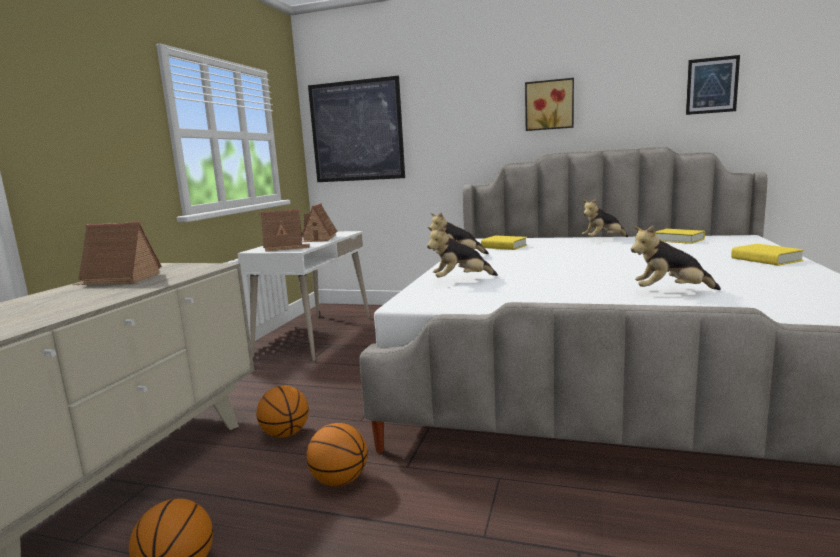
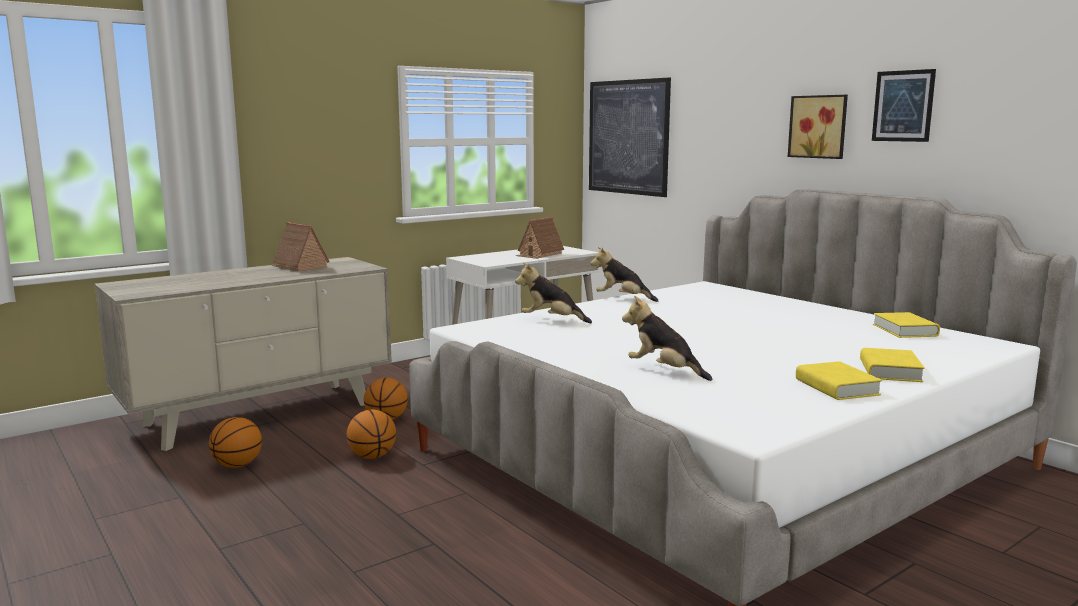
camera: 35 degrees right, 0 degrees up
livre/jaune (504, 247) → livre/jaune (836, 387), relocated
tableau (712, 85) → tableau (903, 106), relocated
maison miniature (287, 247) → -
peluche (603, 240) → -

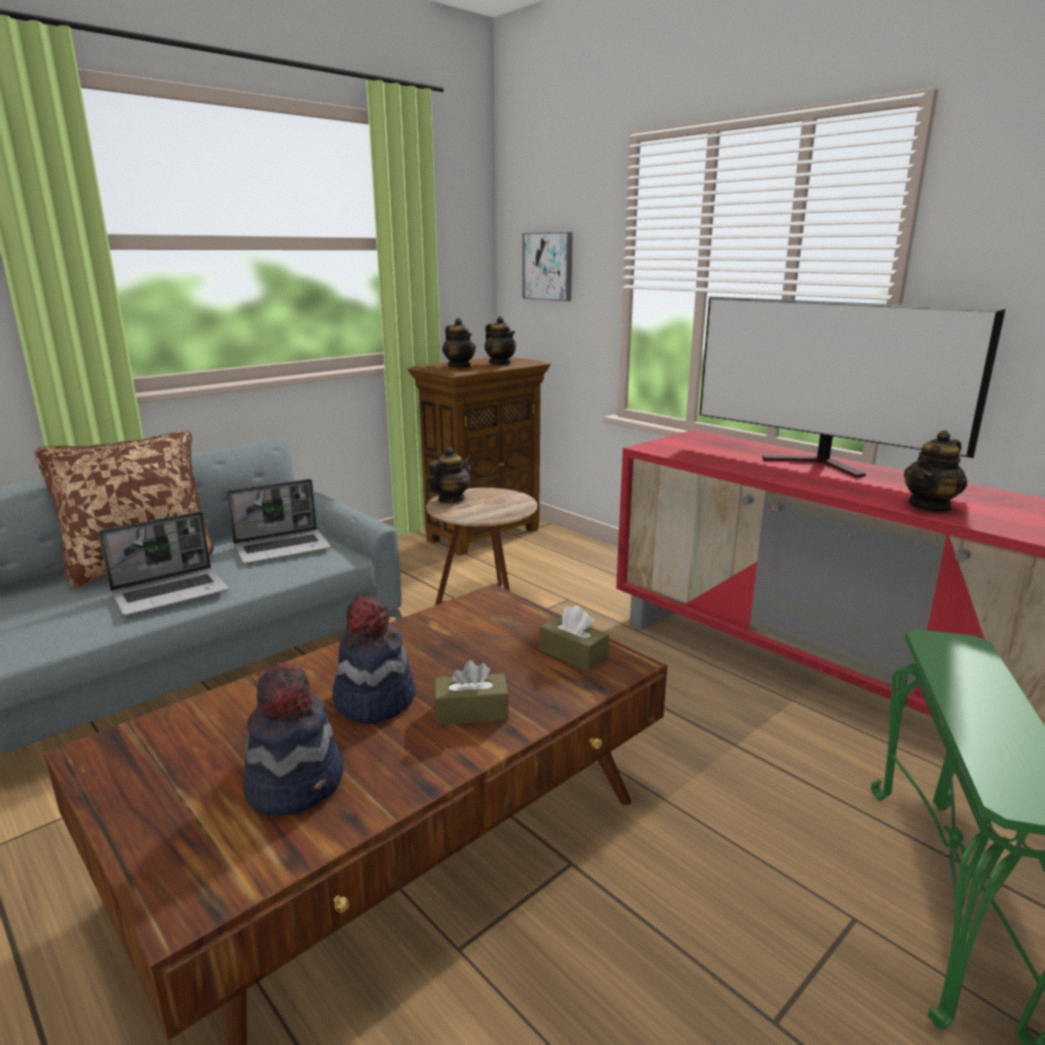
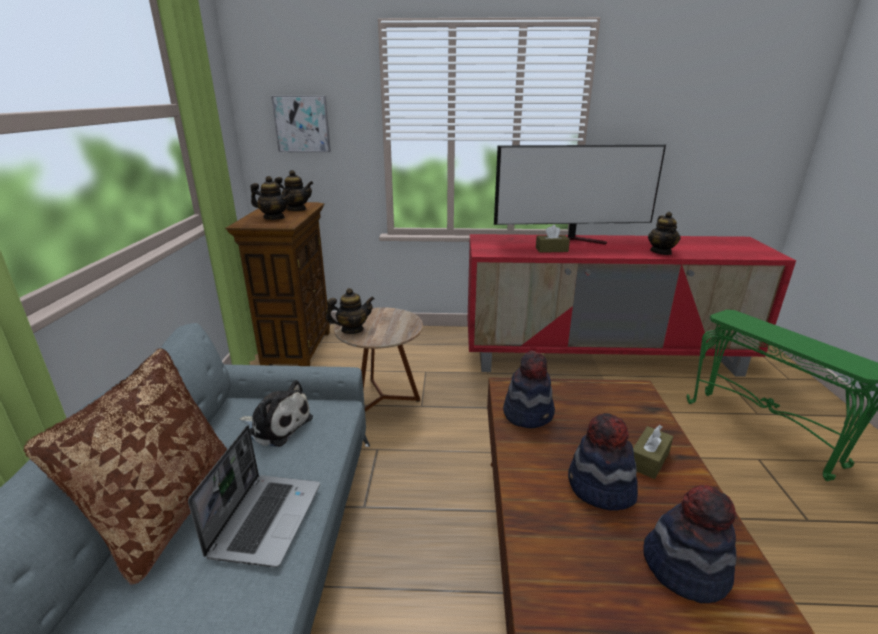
camera: 45 degrees left, 5 degrees up
ordinateur portable (283, 548) → peluche (277, 425)
théière (450, 500) → théière (352, 330), 75 degrees clockwise
- → chapeau (528, 413)
boîte à mouchoirs/marron (573, 654) → boîte à mouchoirs/marron (551, 250), relocated

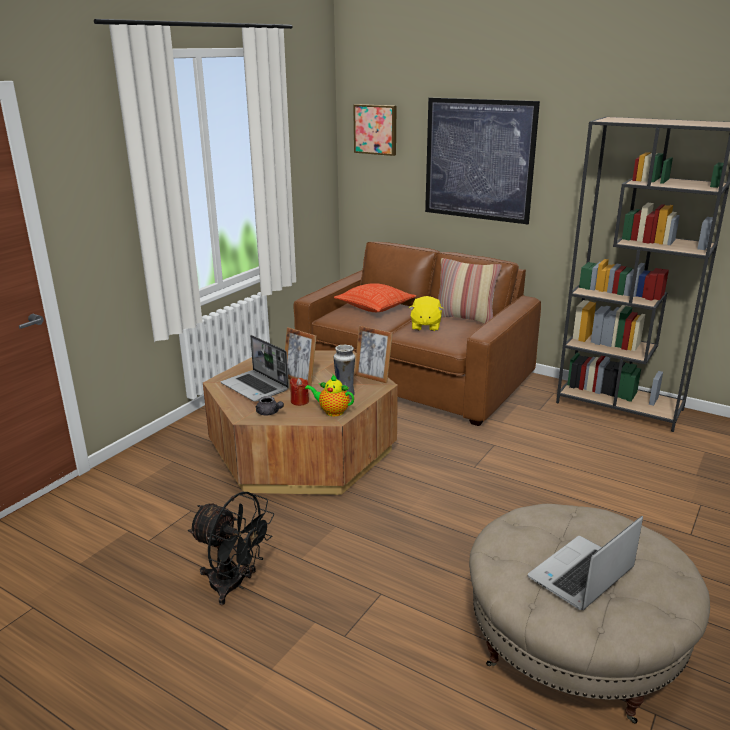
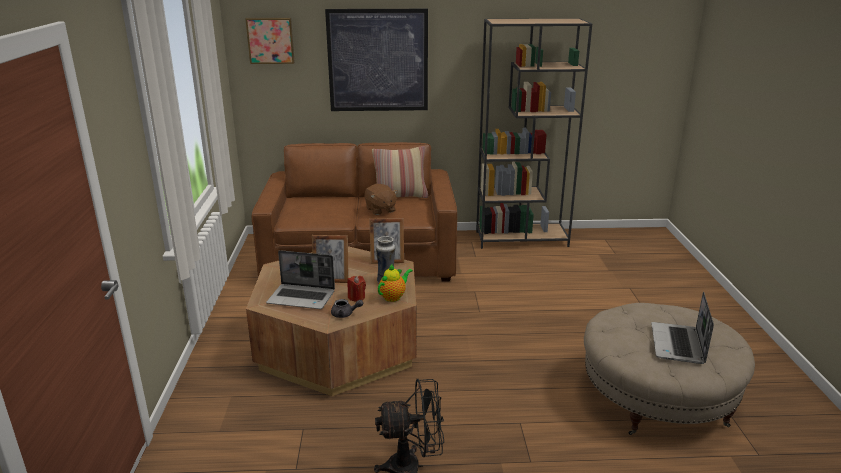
camera: 35 degrees left, 0 degrees up
peluche/jaune (425, 326) → peluche/marron (380, 210)
théière (332, 411) → théière (393, 297), 150 degrees clockwise
coussin/orange (375, 307) → -

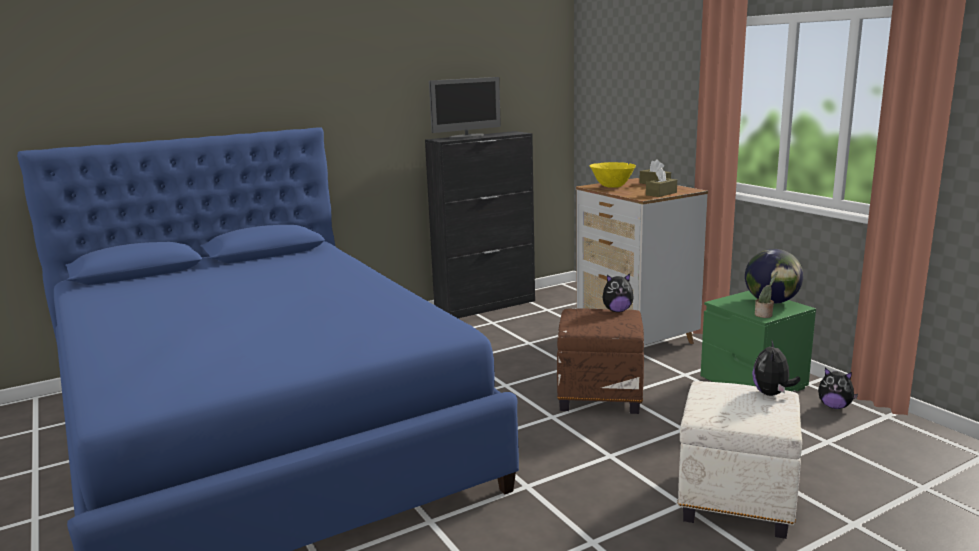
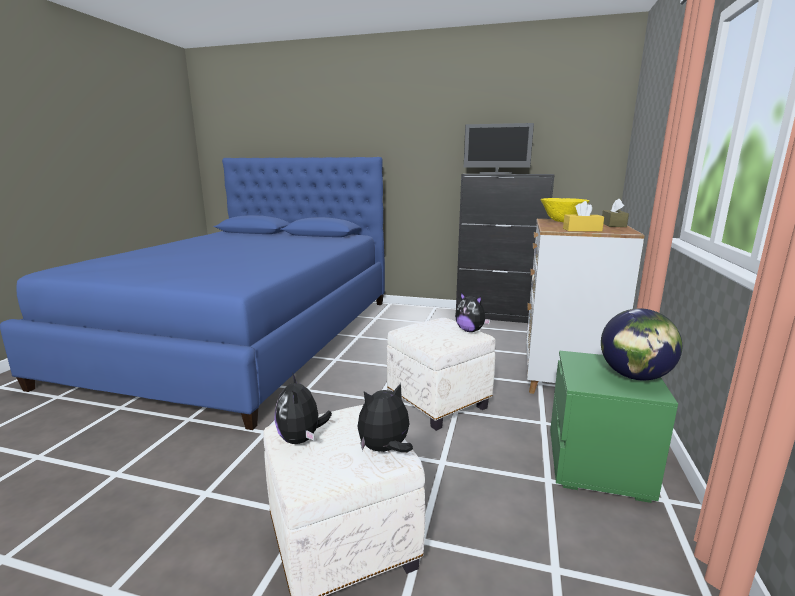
camera: 45 degrees right, 0 degrees up
peluche (834, 406) → peluche (302, 439), relocated
pouf/marron (601, 395) → pouf/blanc (439, 403)
boîte à mouchoirs/marron (661, 194) → boîte à mouchoirs/jaune (582, 230)
plante en pot (764, 315) → -

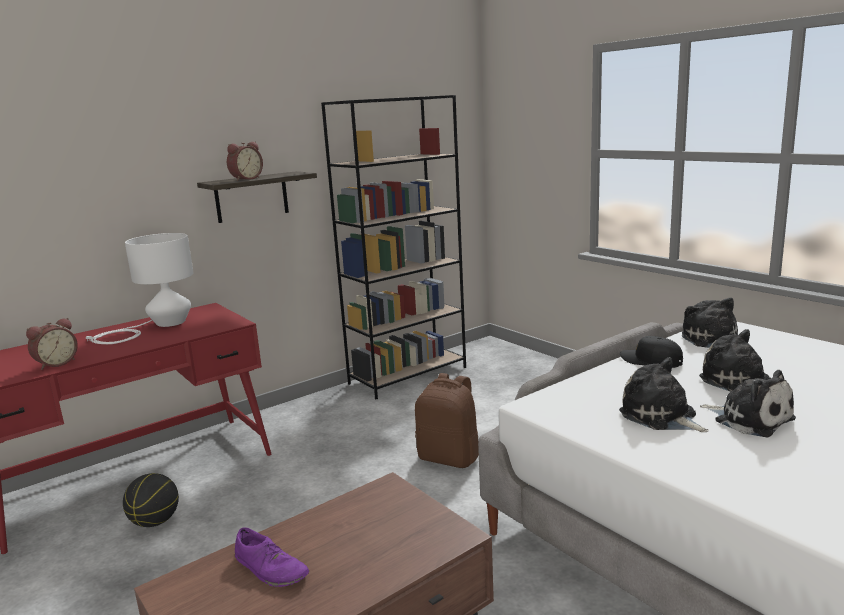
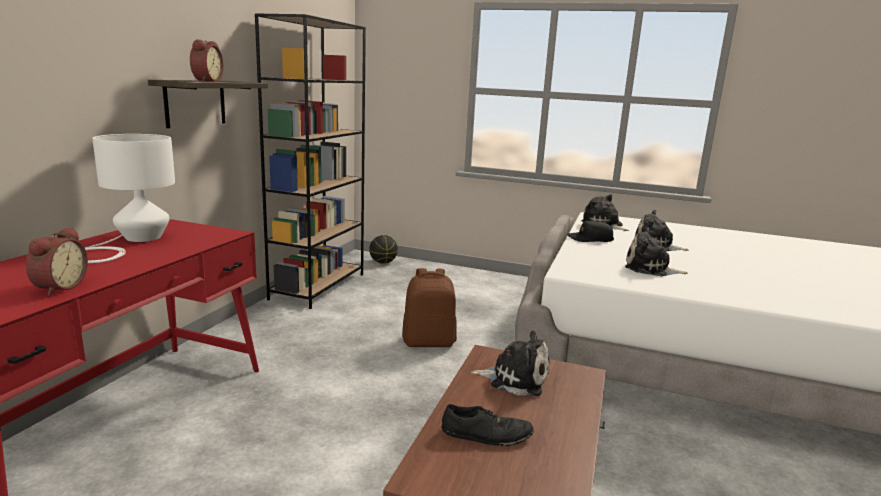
camera: 35 degrees left, 0 degrees up
ballon de basket (155, 522) → ballon de basket (383, 262), relocated
chaussure/violet (271, 568) → chaussure/noir (486, 434)
peluche (750, 419) → peluche (515, 378), relocated

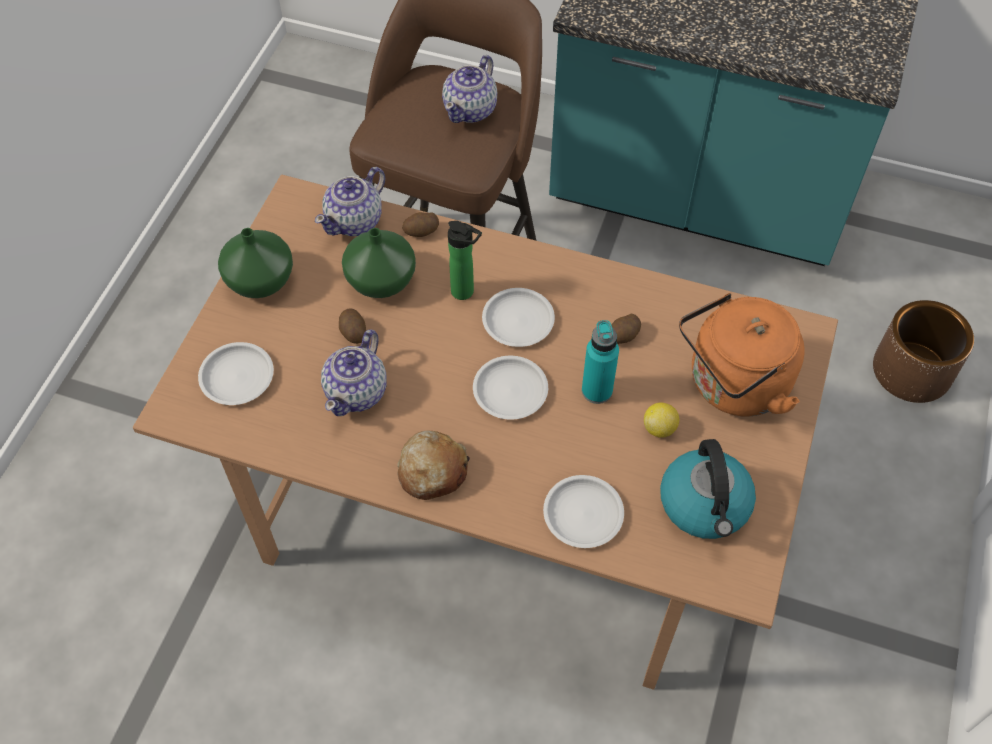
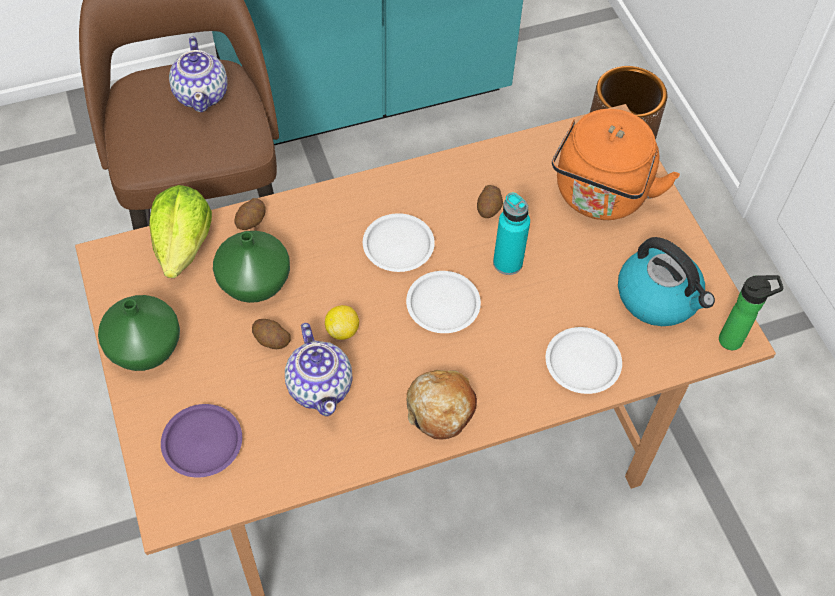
camera: 40 degrees left, 0 degrees up
théière (355, 221) → laitue (184, 246)
assiette/blanc (236, 377) → assiette/violet (202, 444)
citron (659, 428) → citron (342, 330), relocated
bouteille (465, 293) → bouteille (734, 340), relocated

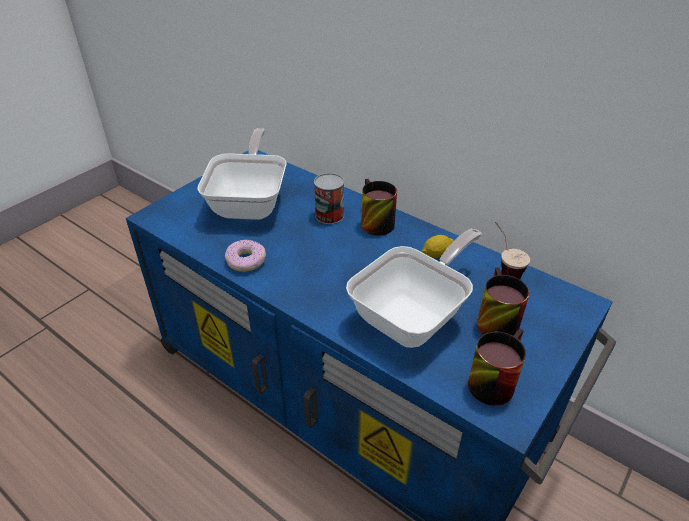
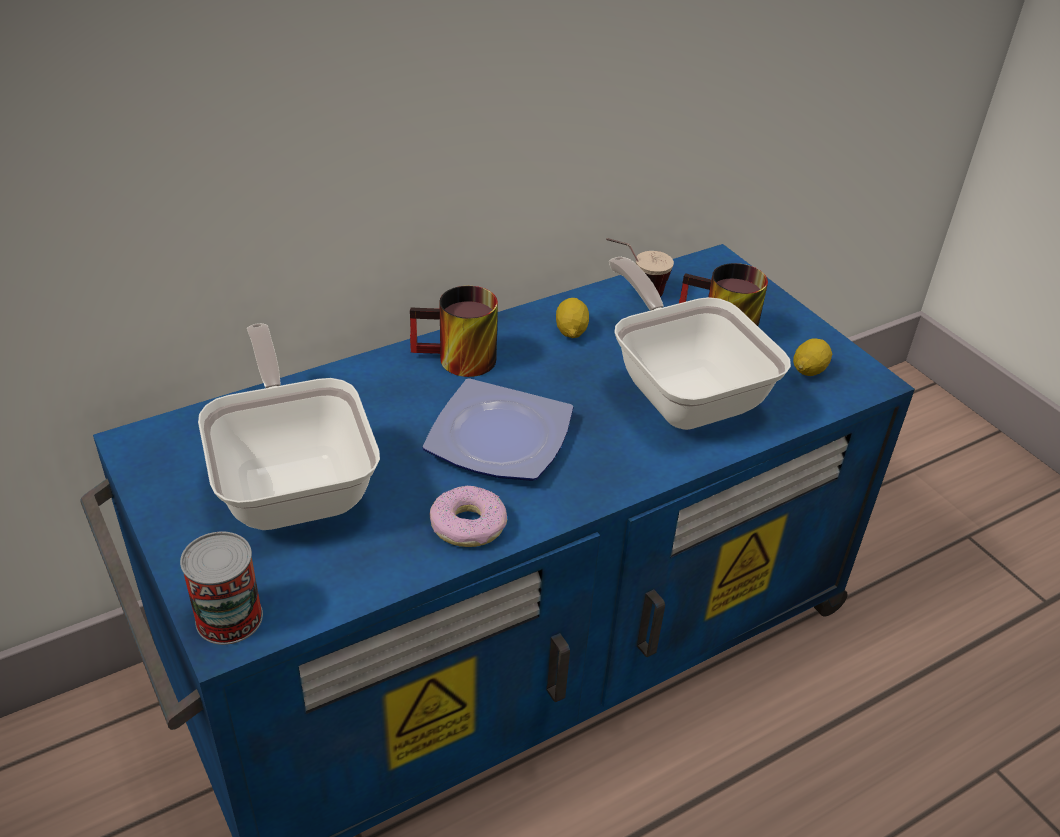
camera: 70 degrees left, 0 degrees up
boîte métallique (329, 215) → boîte métallique (229, 618), relocated
poêle (250, 202) → poêle (294, 481), 45 degrees clockwise
- → assiette (500, 440)
mug (491, 378) → citron (809, 370)

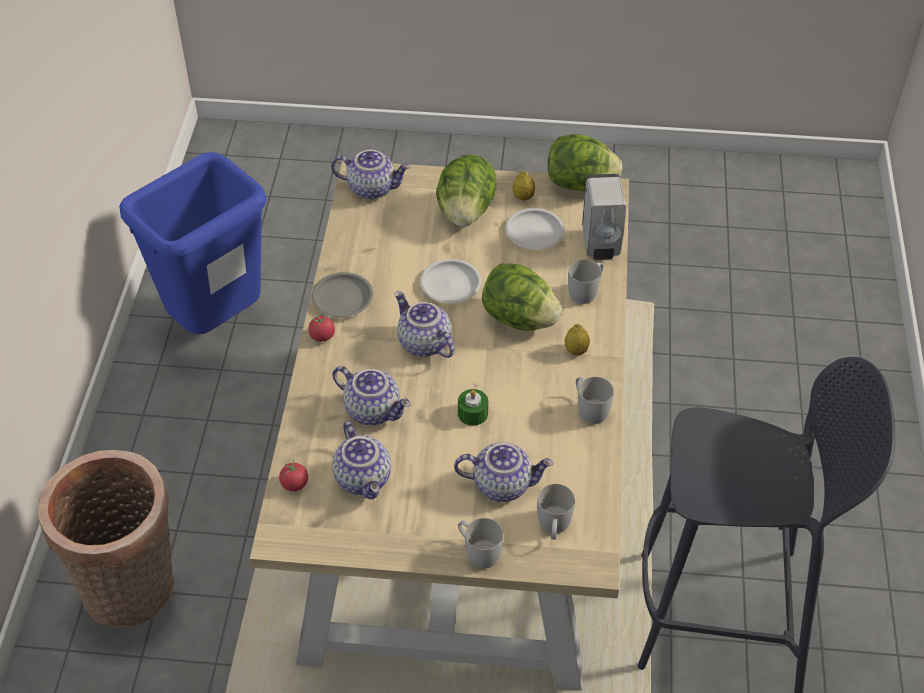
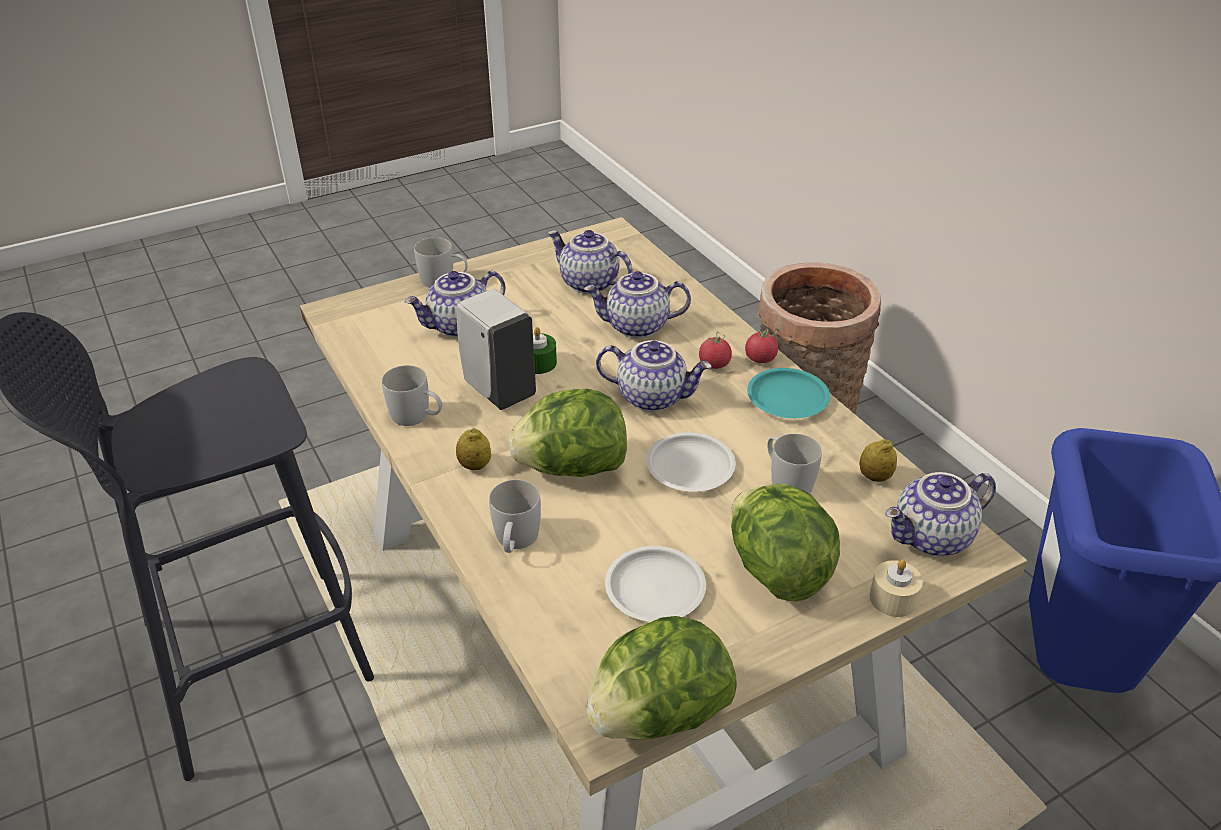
camera: 145 degrees right, 10 degrees down
distributeur de savon/blanc (600, 245) → distributeur de savon/blanc (498, 389), relocated
tomate (294, 484) → tomate (714, 364), relocated
assiette/gris (343, 298) → assiette/turquoise (786, 399)
mug/blanc (553, 527) → mug/blanc (786, 481), relocated
citron (523, 197) → citron (875, 477), relocated
- → bougie/beige (893, 598)

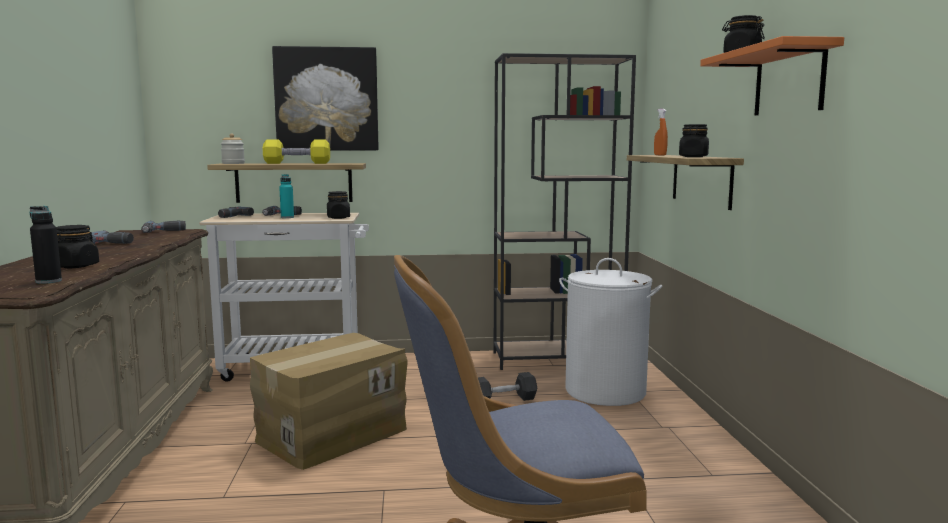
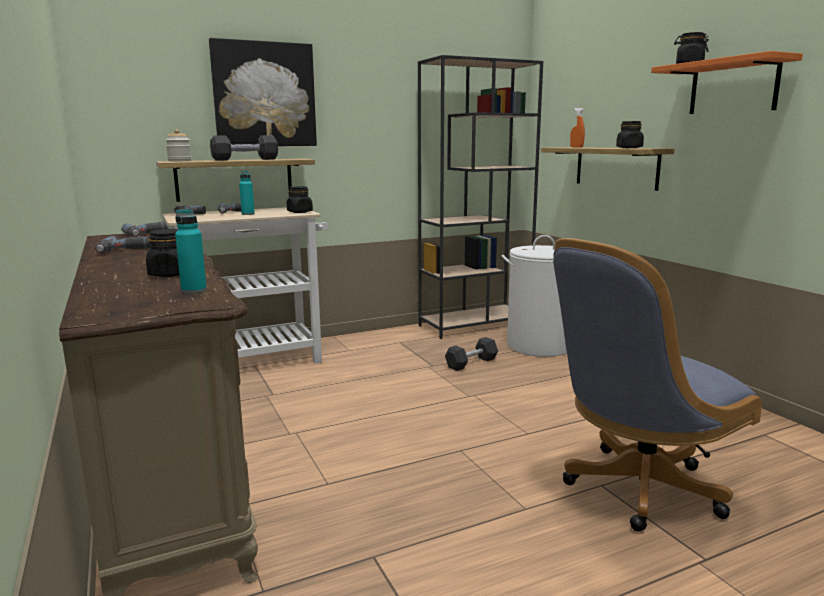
camera: 20 degrees left, 5 degrees up
bouteille/noir (48, 281) → bouteille/turquoise (194, 290)
haltère/jaune (297, 163) → haltère/noir (245, 159)
carton (331, 434) → -

